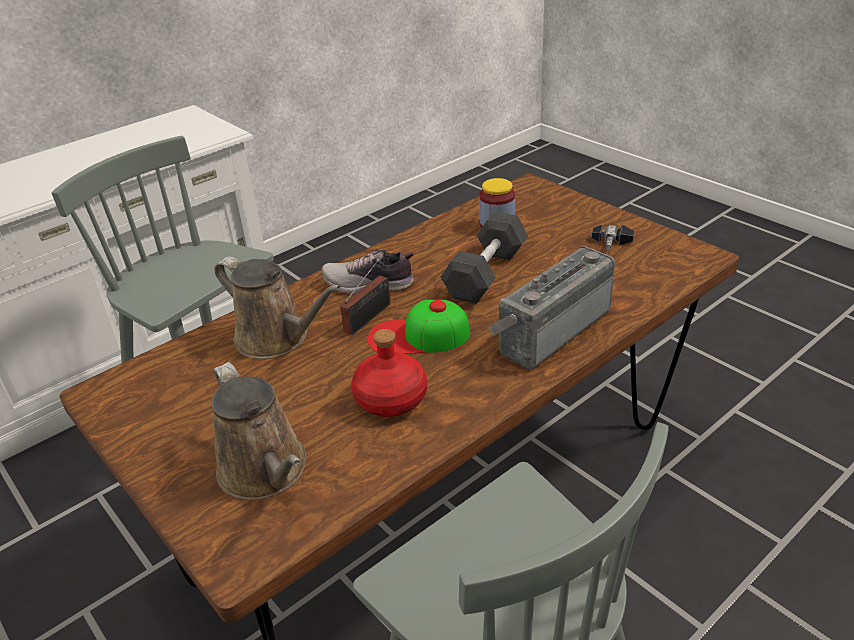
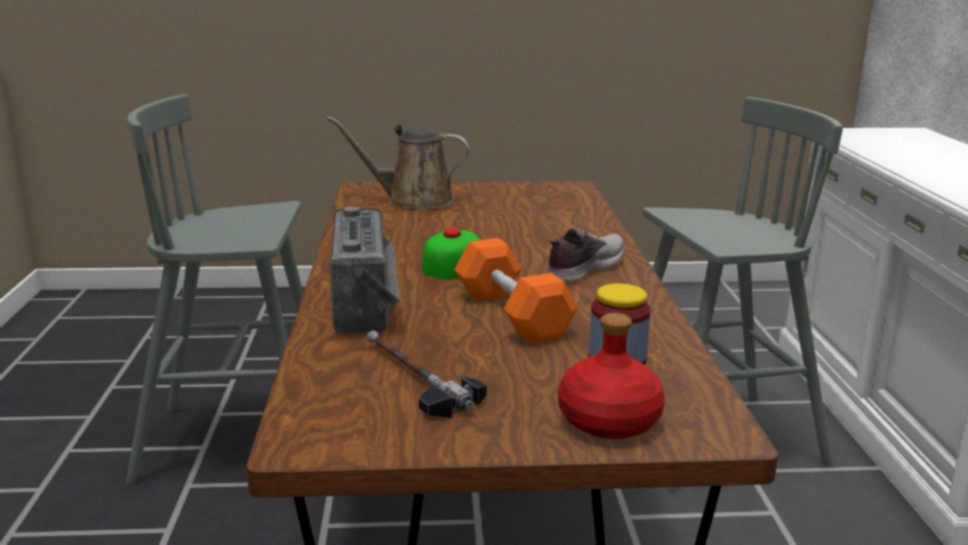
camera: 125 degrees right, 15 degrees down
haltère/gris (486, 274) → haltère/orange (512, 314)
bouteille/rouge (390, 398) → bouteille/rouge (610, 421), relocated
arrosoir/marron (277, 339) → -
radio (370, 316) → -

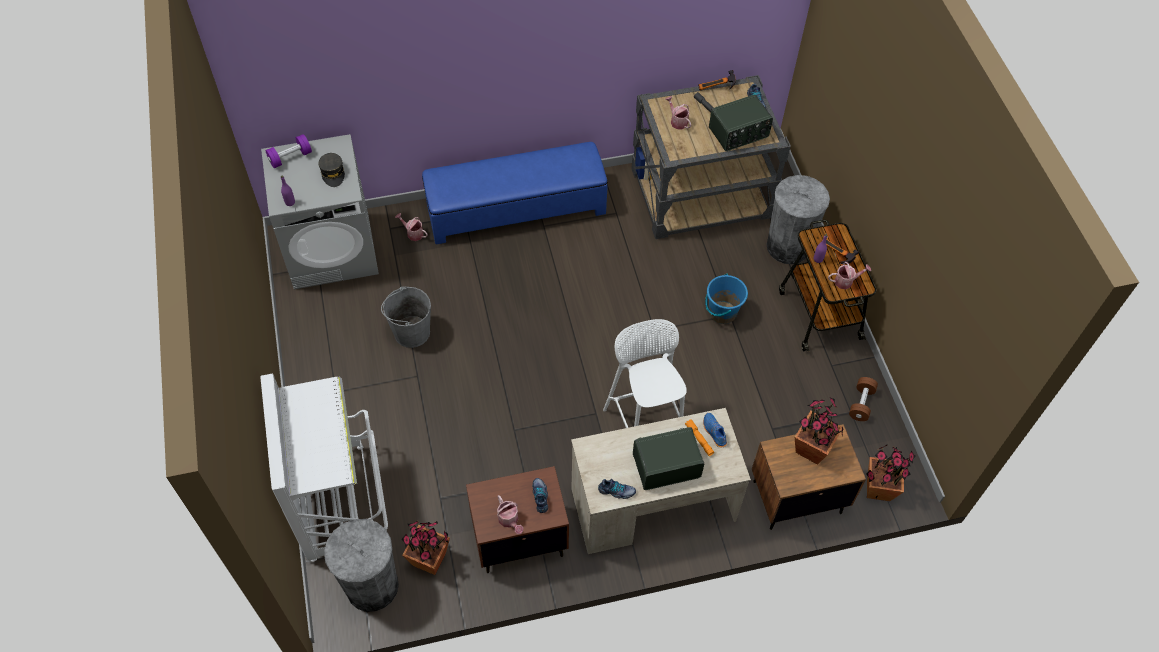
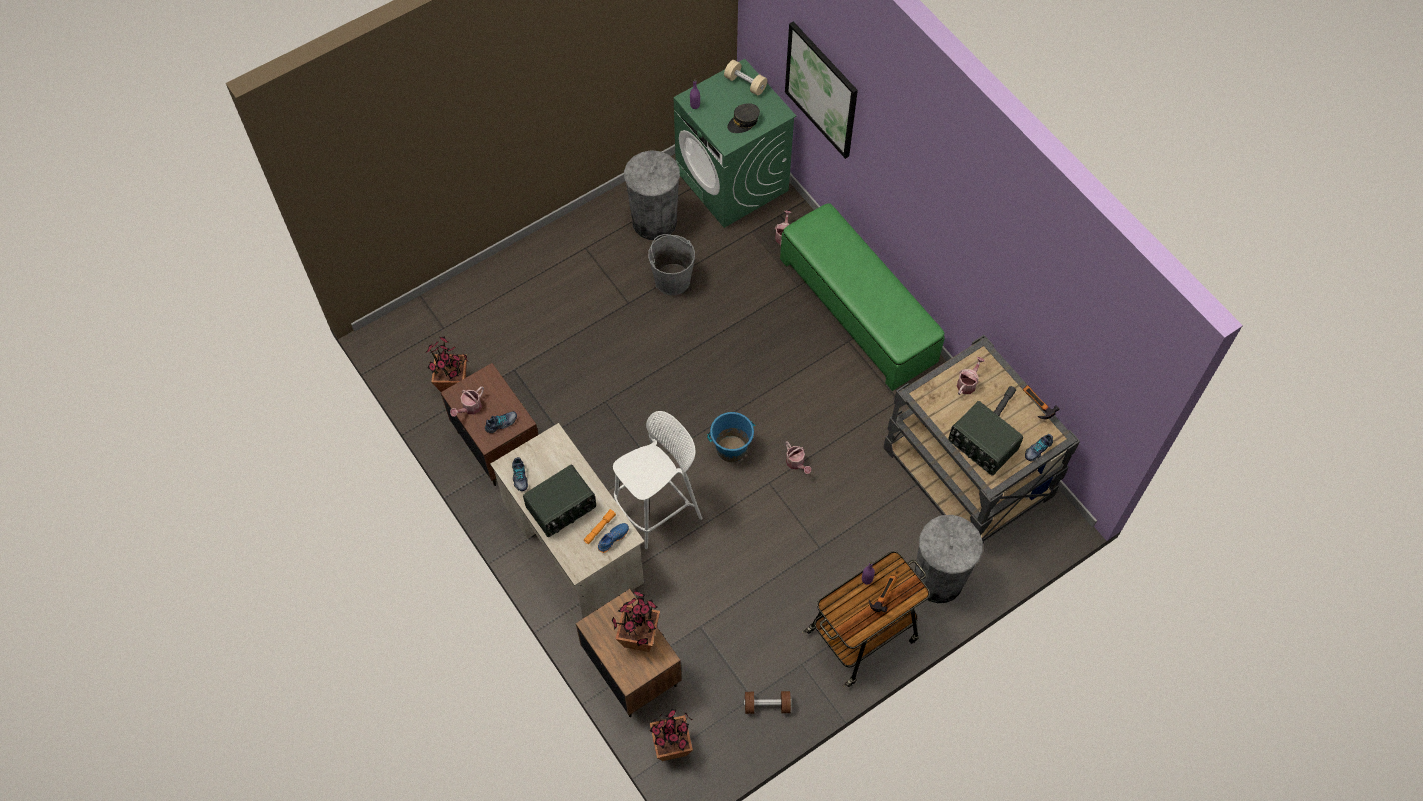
camera: 70 degrees right, 5 degrees up
radio (666, 465) → radio (562, 508), 90 degrees clockwise
poubelle/gris (372, 586) → poubelle/gris (654, 221), relocated
lave-linge/gris (332, 250) → lave-linge/vert (732, 181)
seau/bleu (722, 312) → seau/bleu (731, 448), relocated
haltère/violet (290, 157) → haltère/beige (745, 83)
banc/bleu (516, 208) → banc/vert (858, 310)
- → tableau (821, 89)
arrosoir (846, 281) → arrosoir (796, 463), relocated
étagère à chaussures/blanc (342, 500) → -

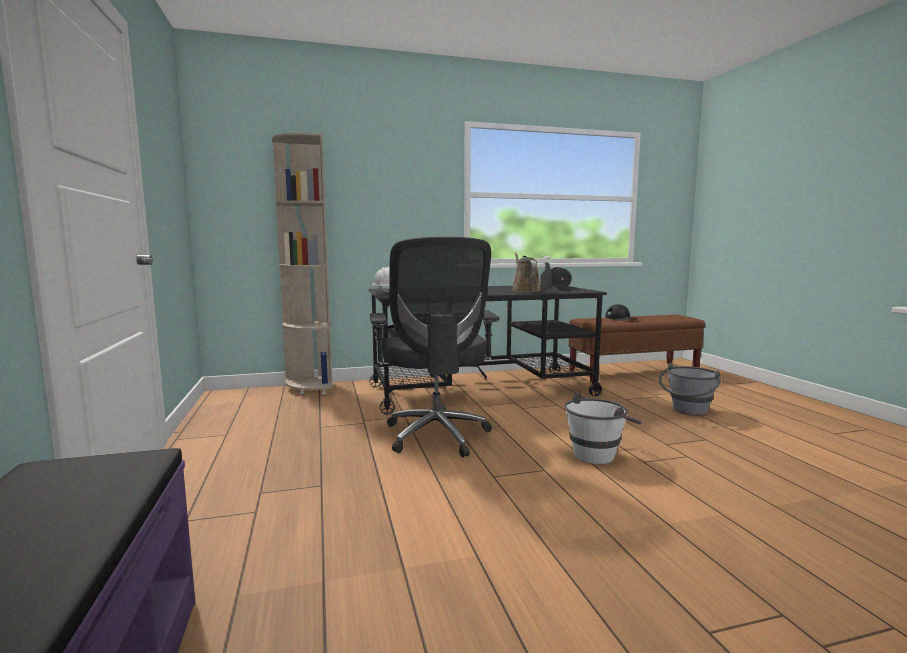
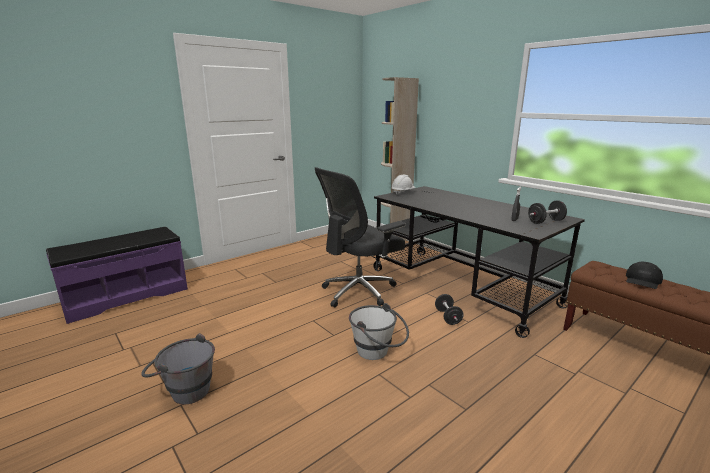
camera: 65 degrees right, 10 degrees up
seau/gris (688, 412) → seau/gris (184, 390), relocated
- → haltère/noir (448, 317)
arrosoir/marron (525, 291) → -

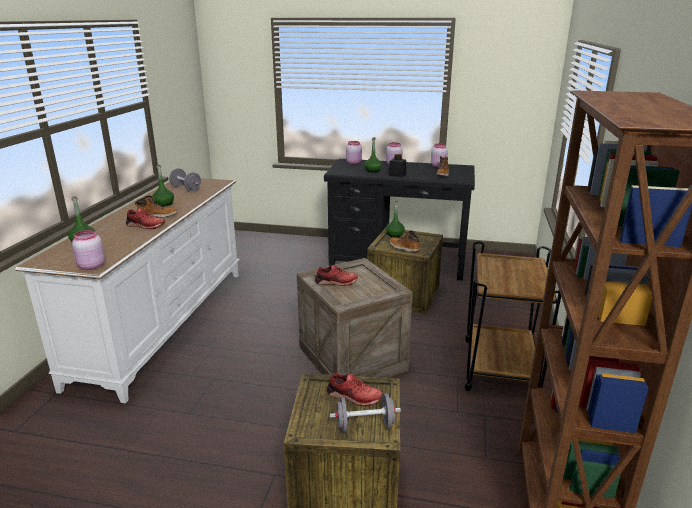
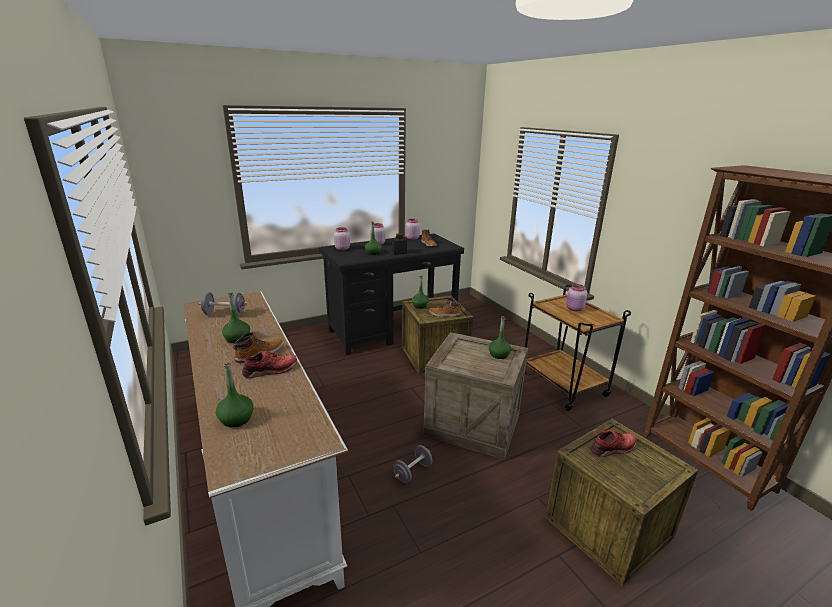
camera: 40 degrees left, 0 degrees up
haltère/gris (365, 426) → haltère/gris (412, 472), relocated
- → bouteille/vert (499, 355)
bocal/rose (90, 266) → bocal/rose (574, 309), relocated
chaussure/rouge (336, 282) → -

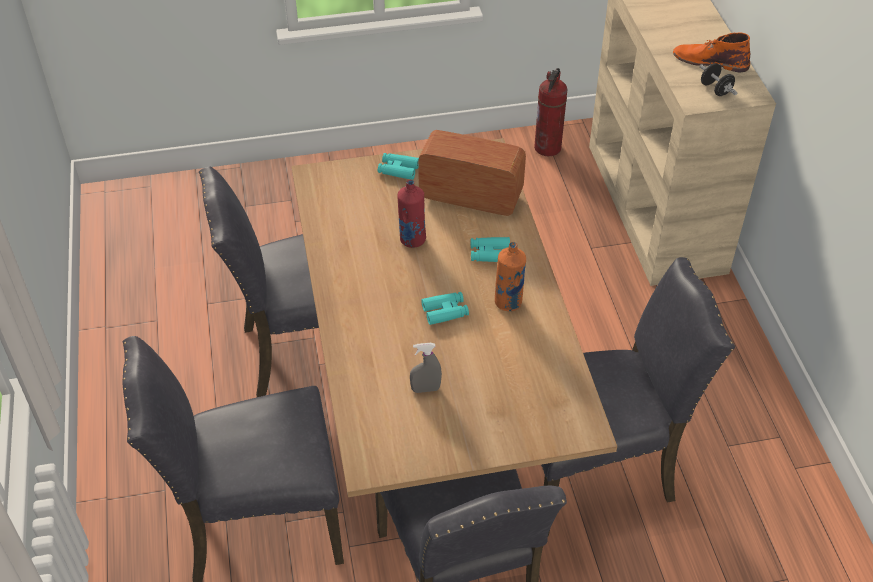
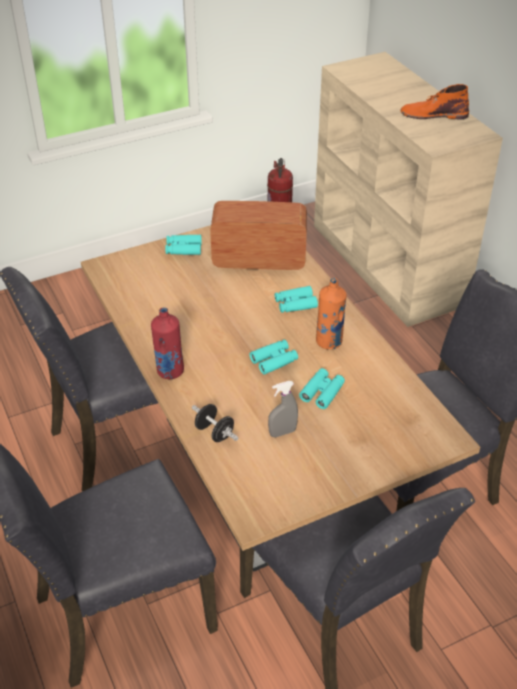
camera: 15 degrees left, 5 degrees down
bouteille/rouge (412, 239) → bouteille/rouge (170, 371), relocated
haltère/noir (715, 89) → haltère/noir (214, 432), relocated
- → jumelles/turquoise (322, 392)

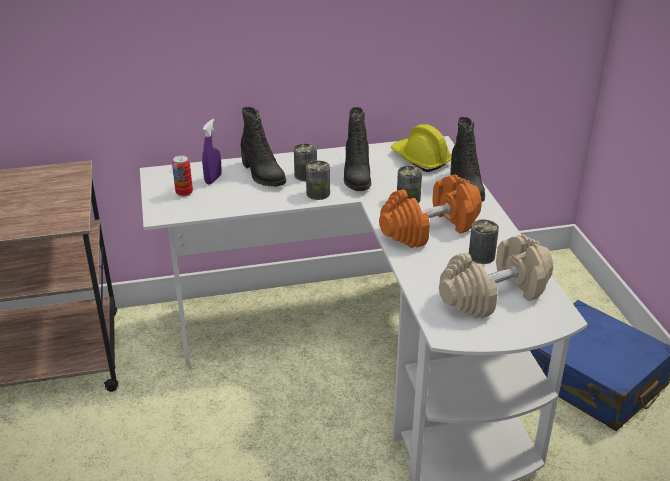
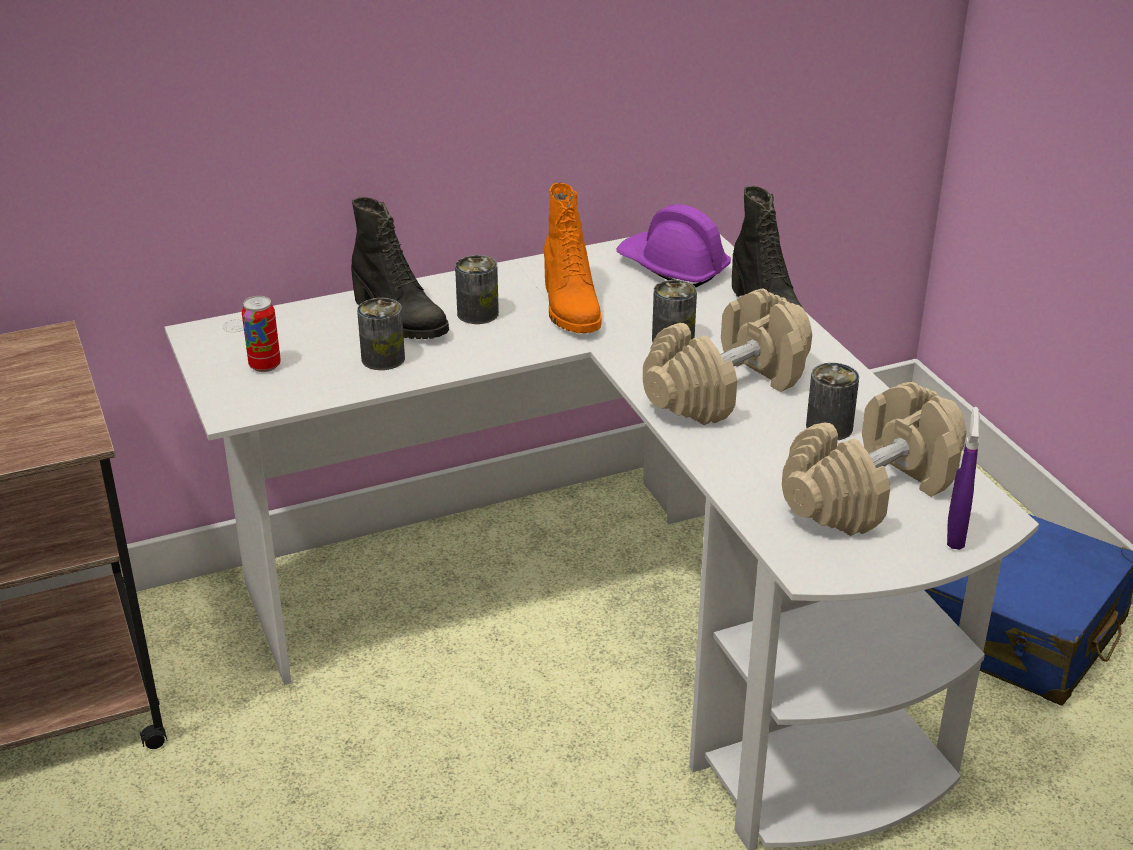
camera: 10 degrees left, 0 degrees up
boîte métallique (318, 193) → boîte métallique (383, 358), relocated
botte/noir (356, 177) → botte/orange (569, 309)
casque de chantier/jaune (420, 159) → casque de chantier/violet (672, 268)
haltère/orange (429, 229) → haltère/beige (726, 389)
vaporisateur/violet (213, 179) → vaporisateur/violet (955, 535), relocated

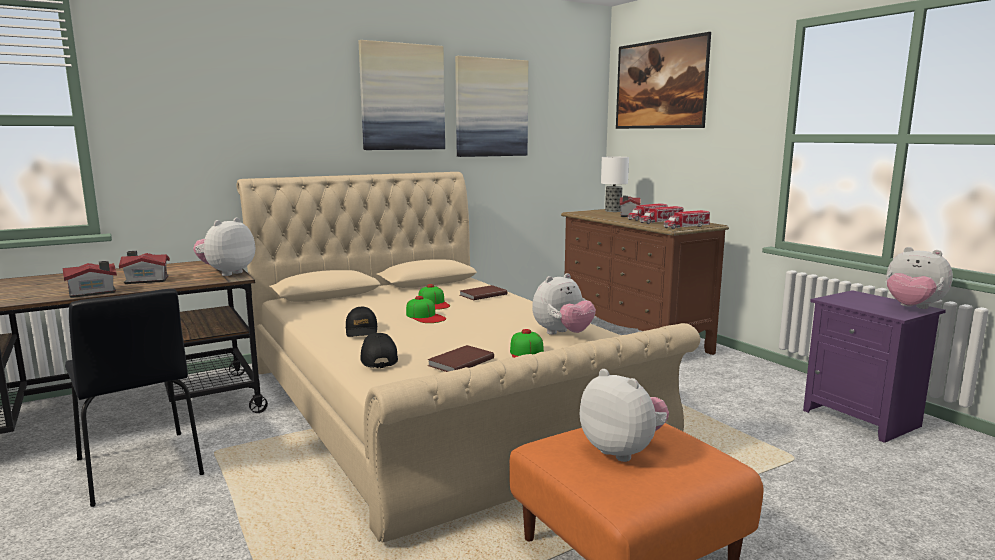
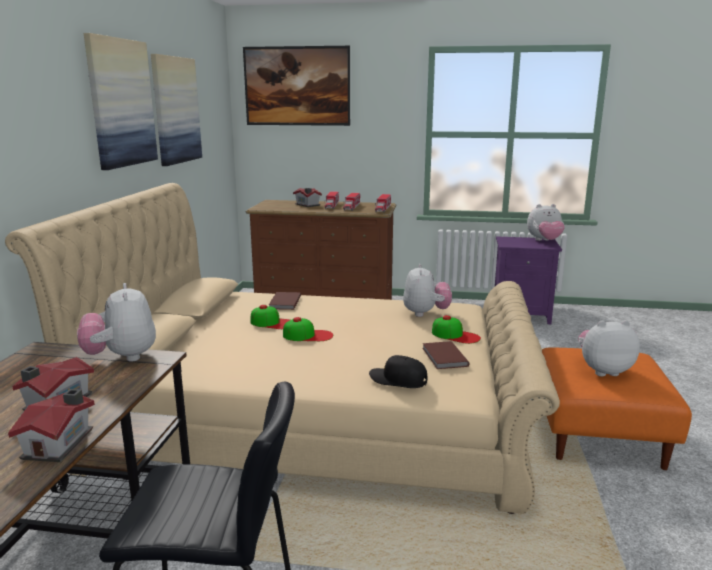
camera: 50 degrees left, 5 degrees up
casquette/noir (361, 331) → -
lampe de table (613, 211) → -

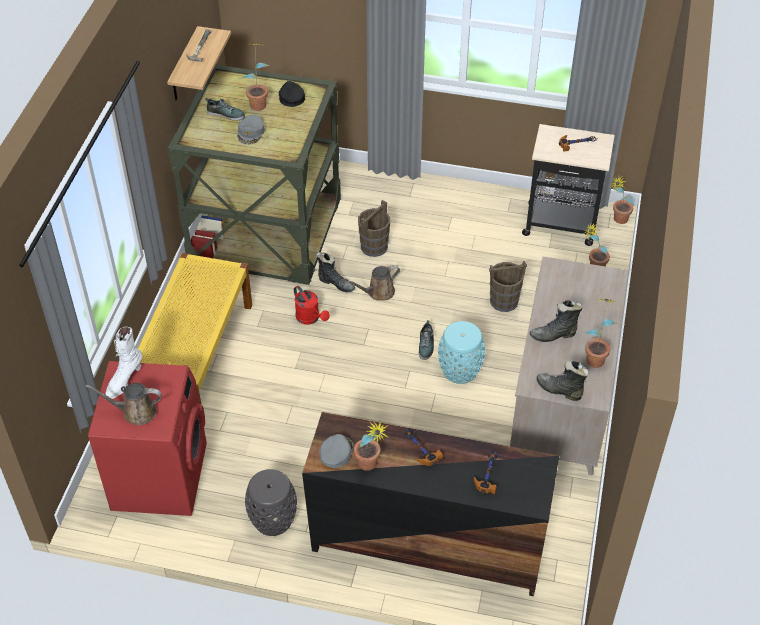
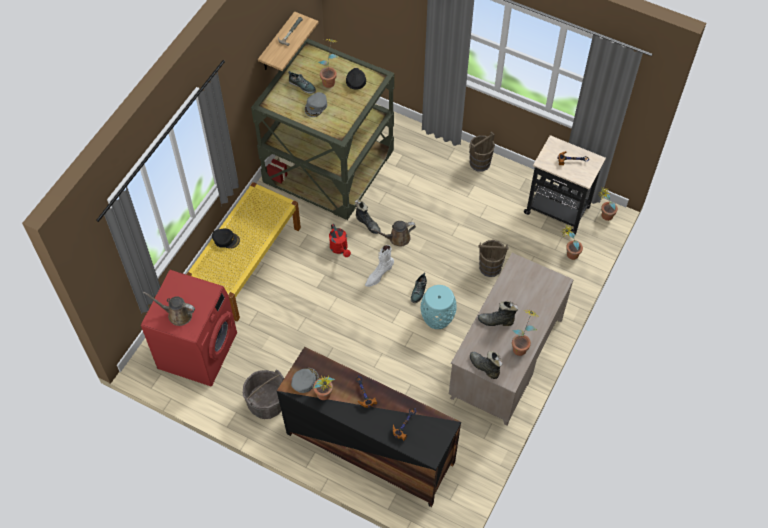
camera: 15 degrees right, 10 degrees up
- → casquette/noir (226, 239)
tabouret/gris (273, 520) → seau/gris (266, 403)
botte/blanc (124, 381) → botte/blanc (379, 275), relocated
seau/marron (374, 246) → seau/marron (480, 163), relocated

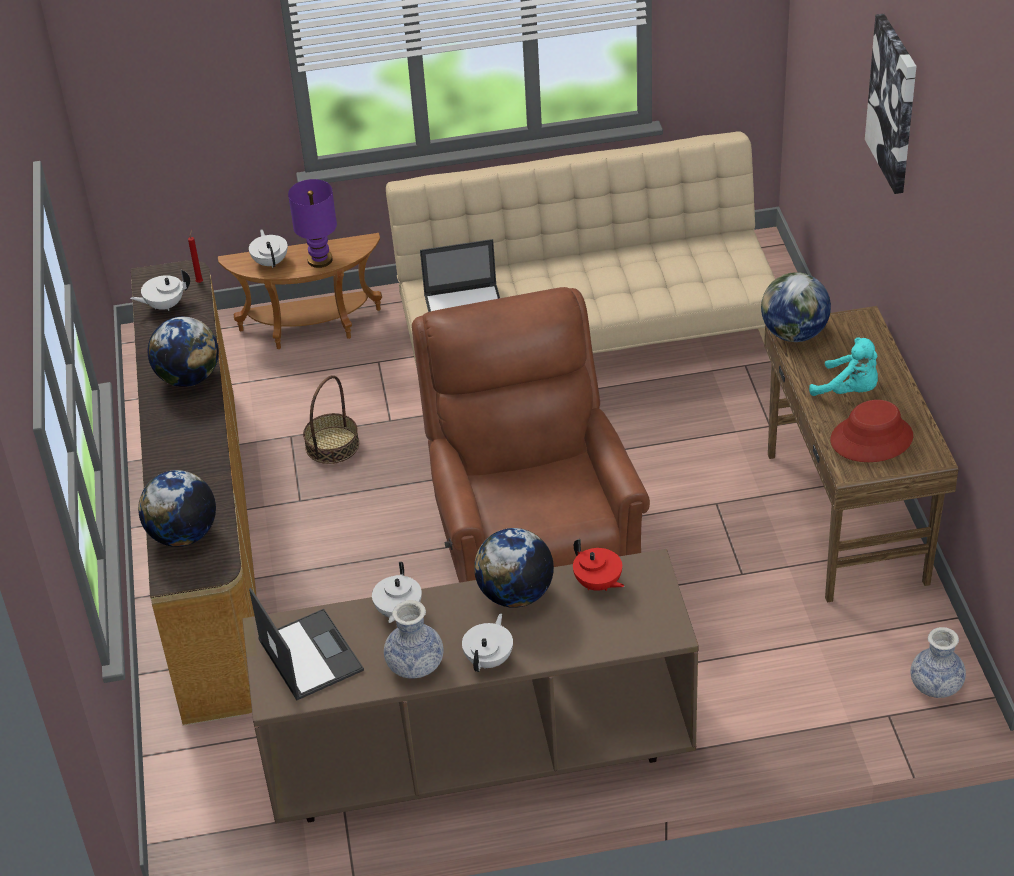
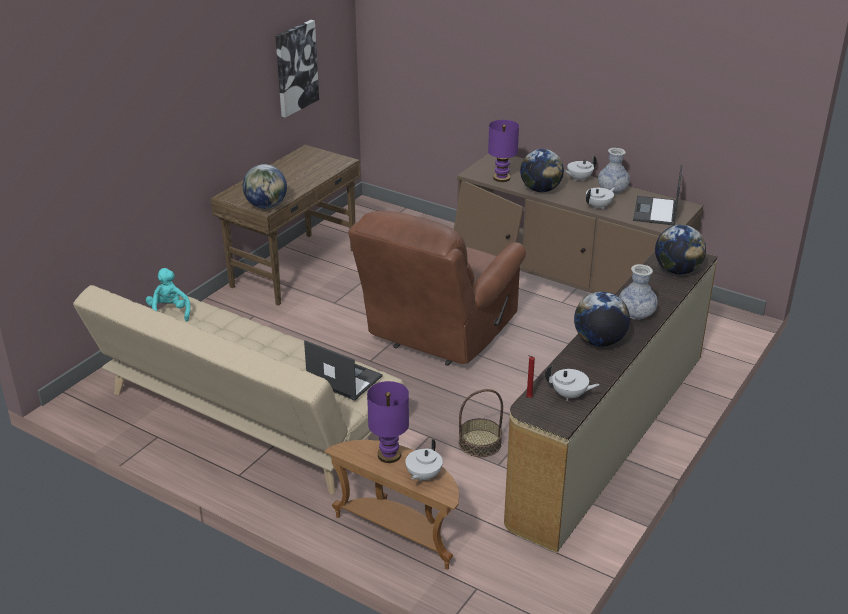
camera: 140 degrees left, 10 degrees down
peluche/turquoise (849, 390) → peluche/turquoise (169, 313), relocated
tableau (894, 103) → tableau (295, 68), relocated
théière/rouge (598, 584) → lampe de table/violet (502, 178)
vase (936, 686) → vase (636, 314), relocated
chapeau/rouge (871, 438) → -

